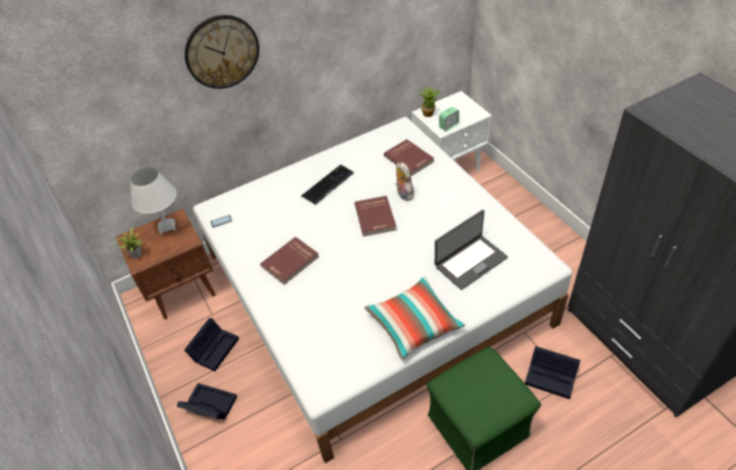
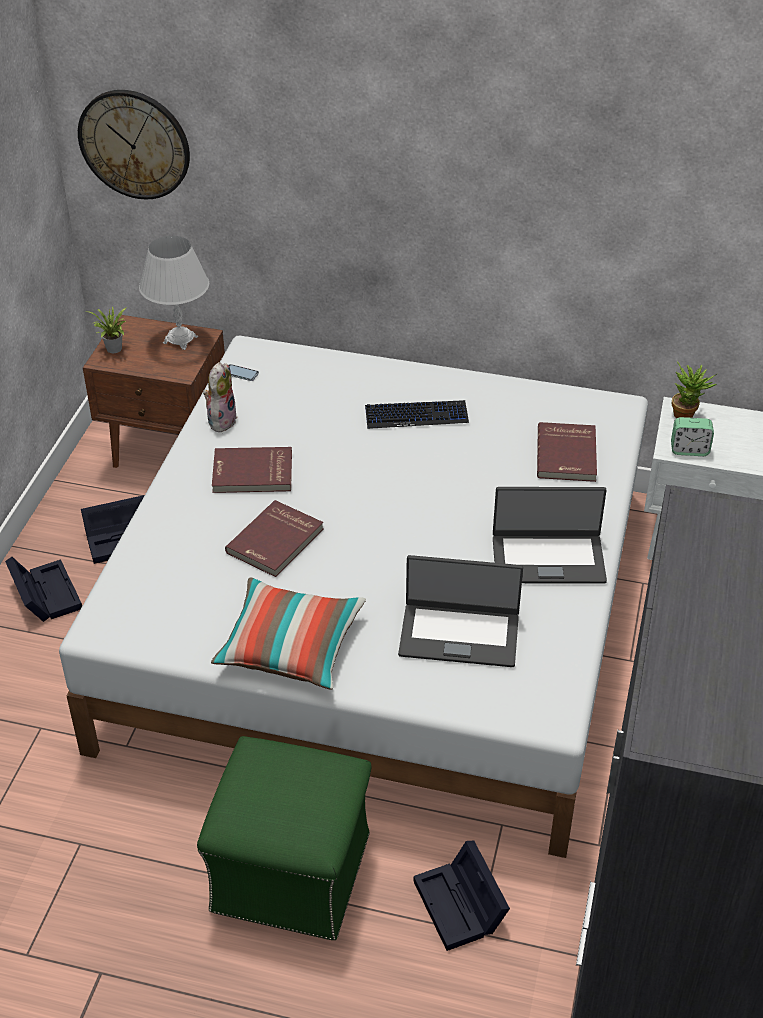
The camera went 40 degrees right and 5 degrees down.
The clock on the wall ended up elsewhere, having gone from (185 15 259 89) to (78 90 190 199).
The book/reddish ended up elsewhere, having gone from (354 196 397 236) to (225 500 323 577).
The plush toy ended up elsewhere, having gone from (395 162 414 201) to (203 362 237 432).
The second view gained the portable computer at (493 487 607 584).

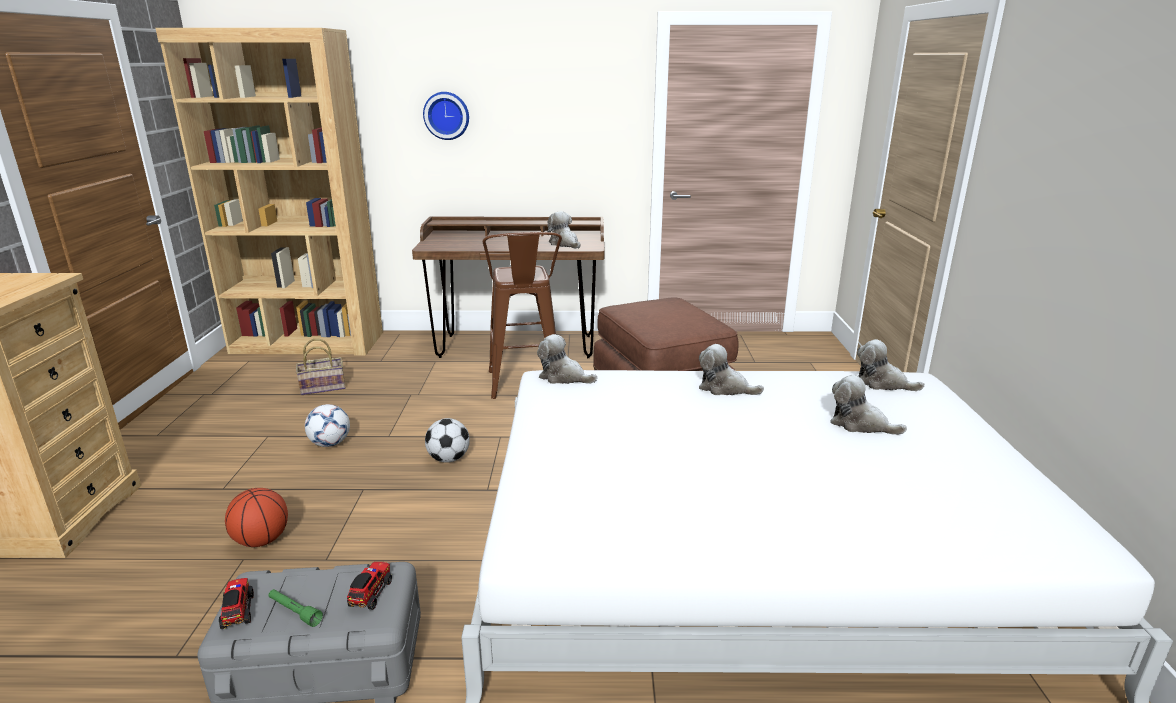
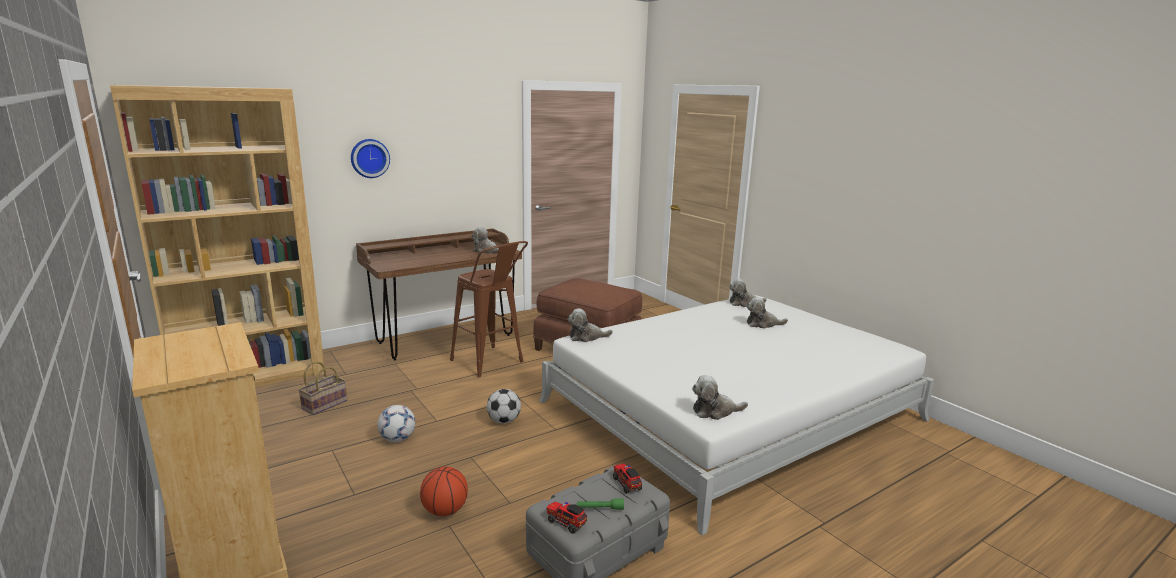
The camera went 35 degrees left and 5 degrees down.
The plush toy ended up elsewhere, having gone from (699 344 764 395) to (692 375 748 420).

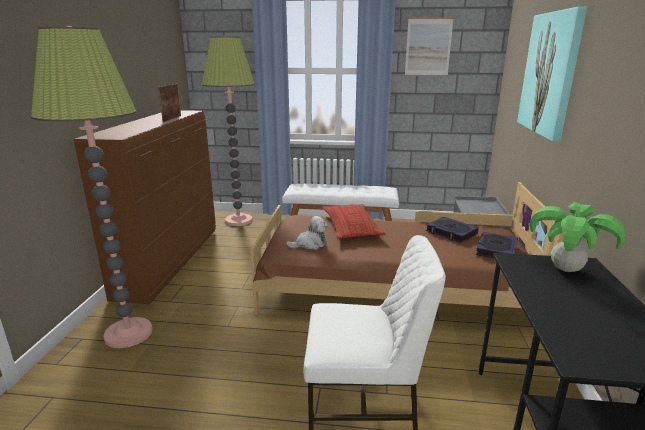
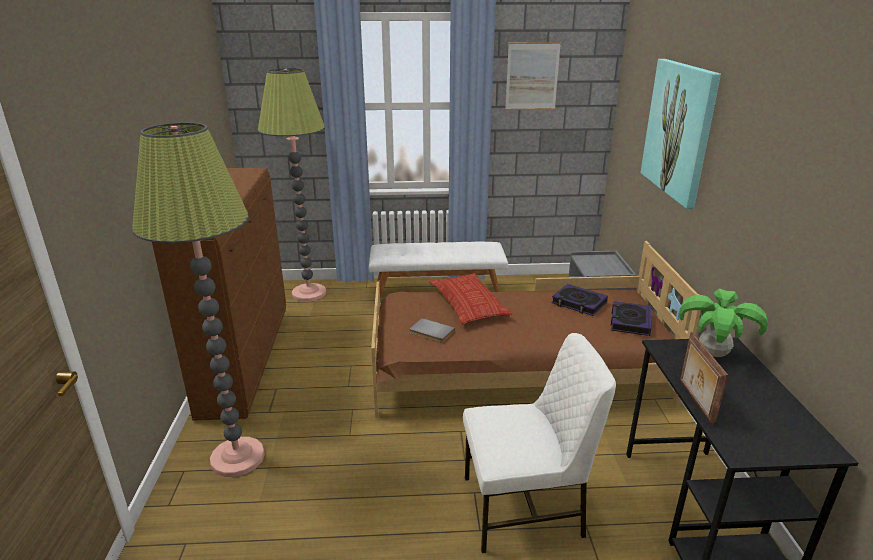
The camera went 10 degrees left and 5 degrees up.
The picture frame ended up elsewhere, having gone from (158 84 181 122) to (680 332 728 427).
Where the plush toy stood at (286 216 328 250), the book/grey came to stand at (410 318 455 343).

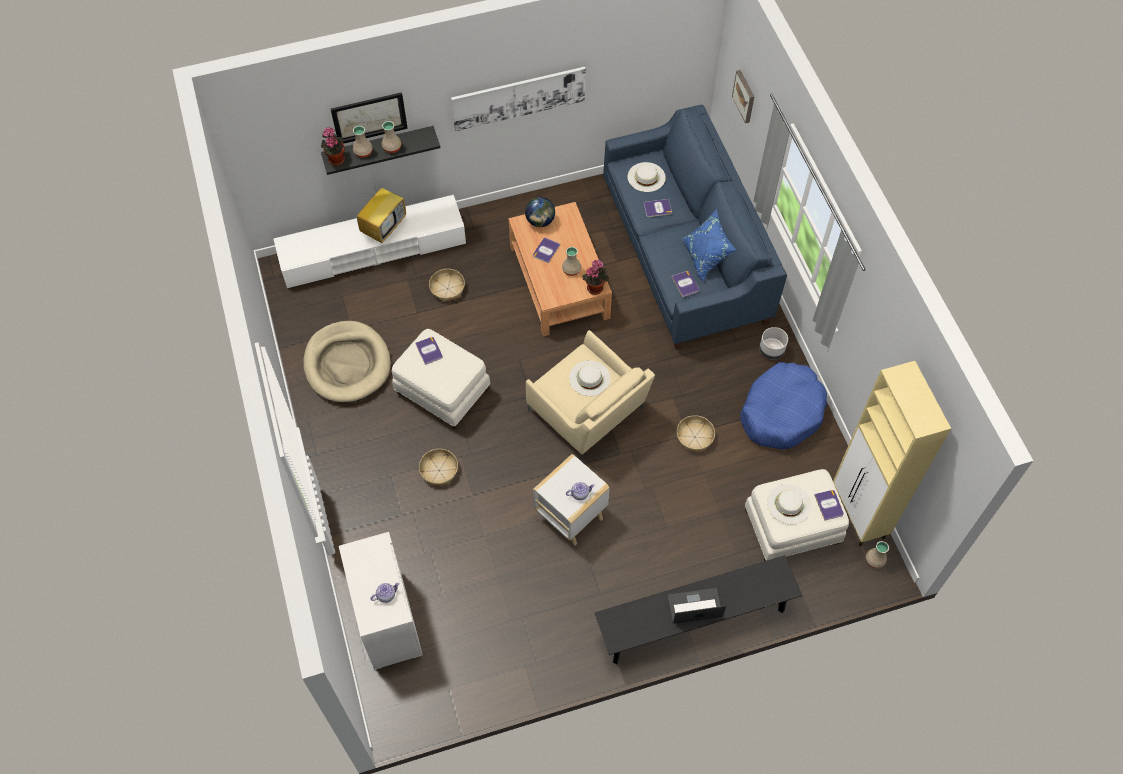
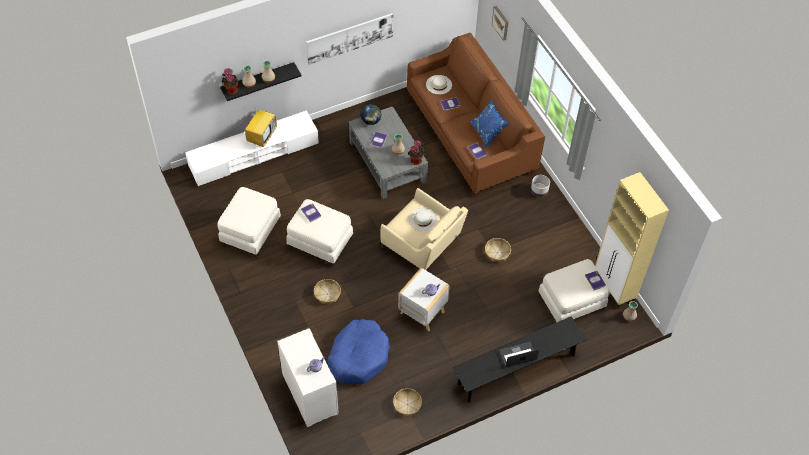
The camera went 10 degrees left and 5 degrees down.
Where the pet bed/sand-coloured stood at (303 321 391 403), the footrest/white came to stand at (218 187 281 258).
The second view lost the picture at (331 92 408 143).
The household basket ended up elsewhere, having gone from (429 269 465 302) to (393 388 422 417).
What was the lounge table/brown at (508 202 612 336) turned into the lounge table/grey at (349 106 428 199).
What was the sofa/bluish at (603 105 787 349) turned into the sofa/brown at (407 33 545 197).
The pet bed/bluish ended up elsewhere, having gone from (740 362 827 449) to (328 319 390 384).
The second view lost the hat/white at (767 484 811 525).

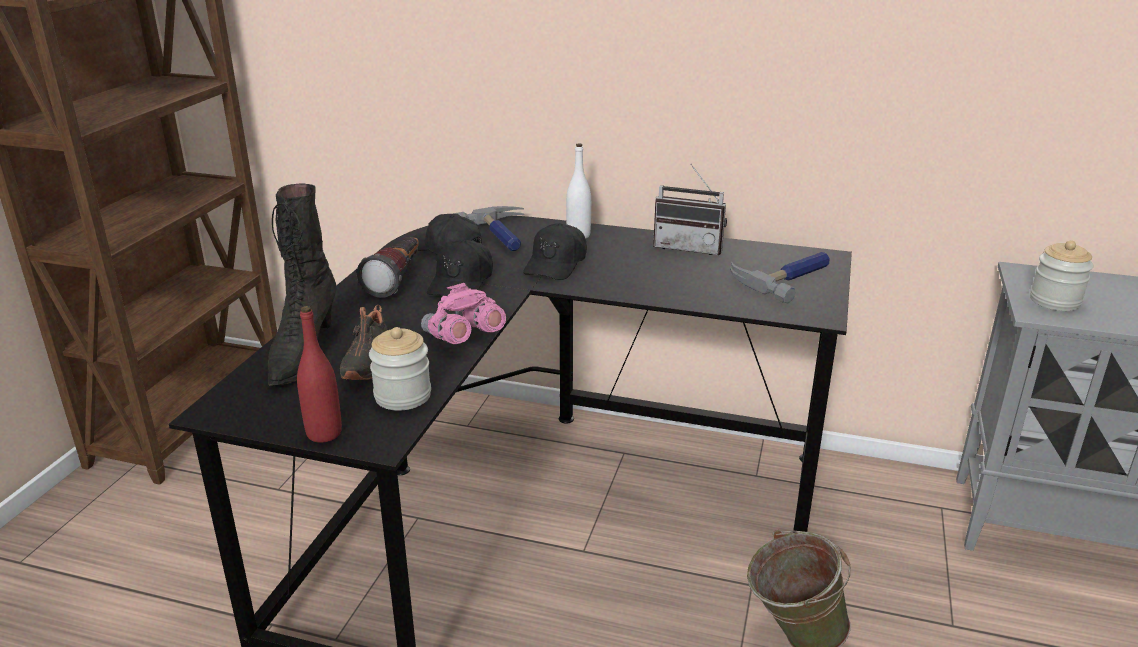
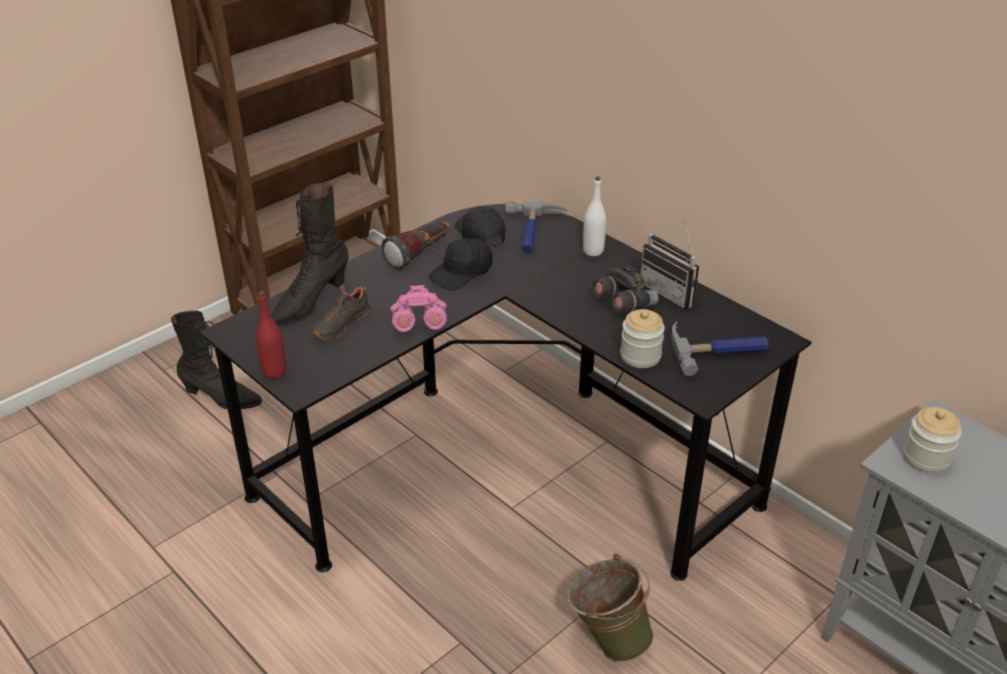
The camera went 30 degrees right and 10 degrees up.
The storage jar ended up elsewhere, having gone from (369 327 431 411) to (620 309 665 368).
The second view lost the peaked cap/black-coloured at (523 223 587 280).
The second view gained the boot/black-coloured at (171 311 262 409).
The second view gained the field glasses/grey at (592 265 659 313).

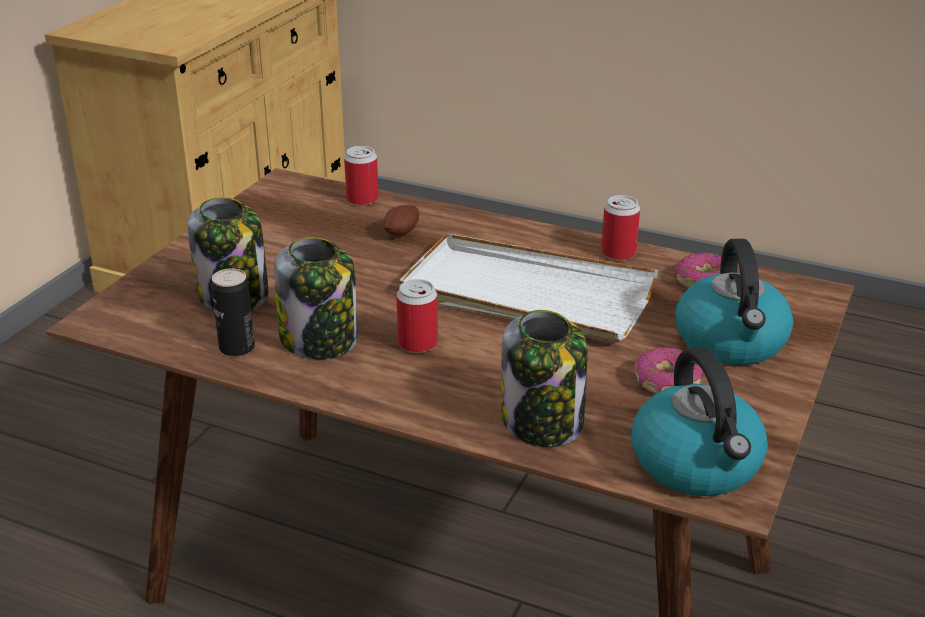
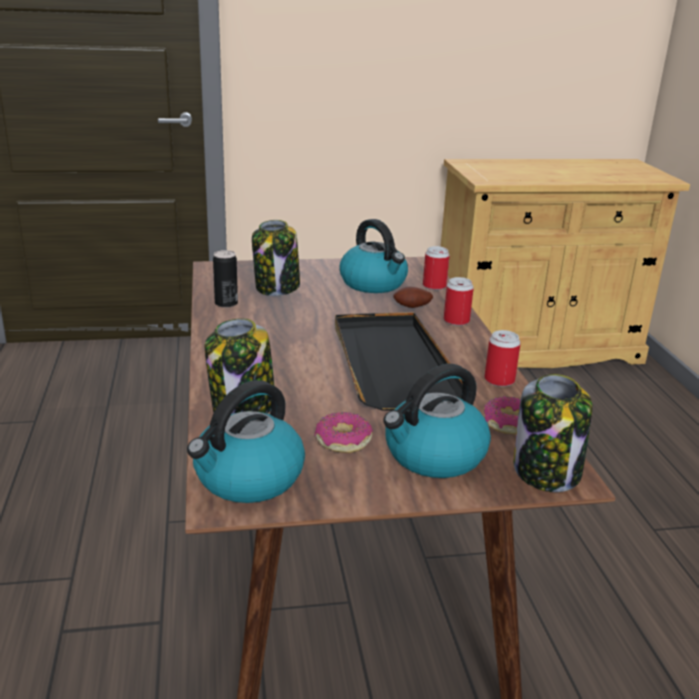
The camera went 55 degrees right and 5 degrees down.
The storage jar ended up elsewhere, having gone from (274 237 357 360) to (514 374 592 492).
The can ended up elsewhere, having gone from (396 279 438 353) to (444 277 474 326).
What was the carrying tray/white at (399 233 658 340) turned into the carrying tray/black-coloured at (335 312 463 411).
The second view gained the kettle at (339 219 408 293).

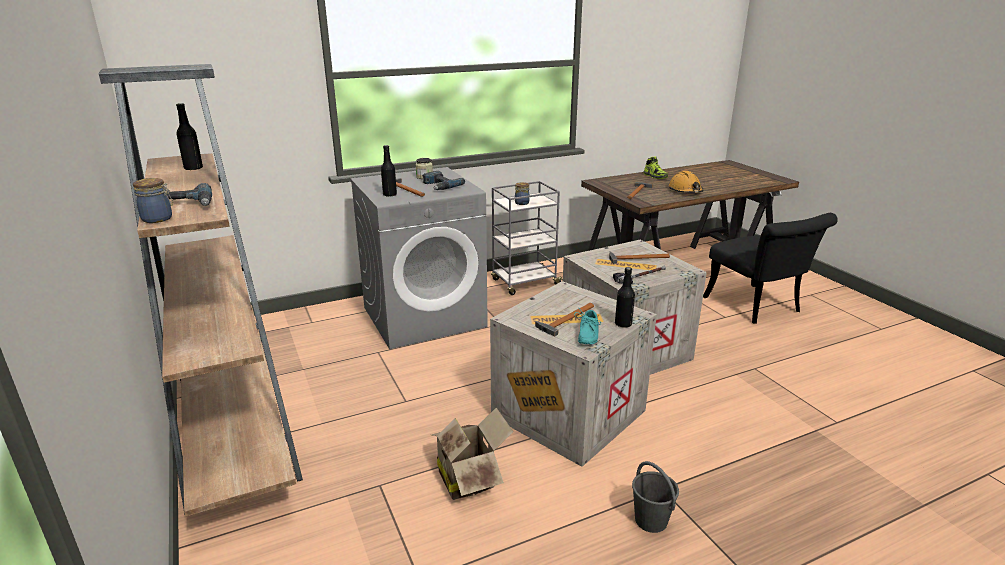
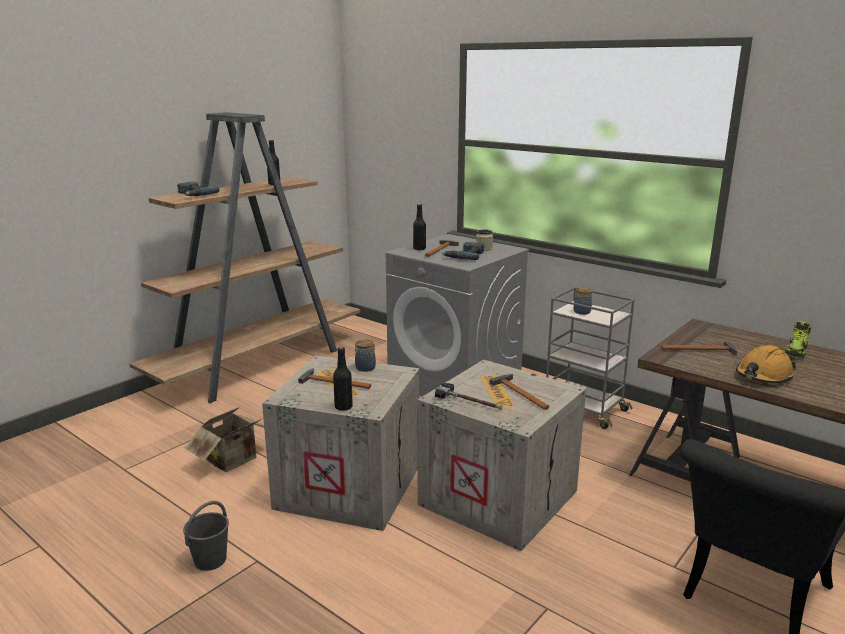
The camera went 65 degrees right and 5 degrees down.
The storage jar ended up elsewhere, having gone from (133 178 173 223) to (355 340 376 372).
The second view lost the low shoe/turquoise-coloured at (574 308 601 345).

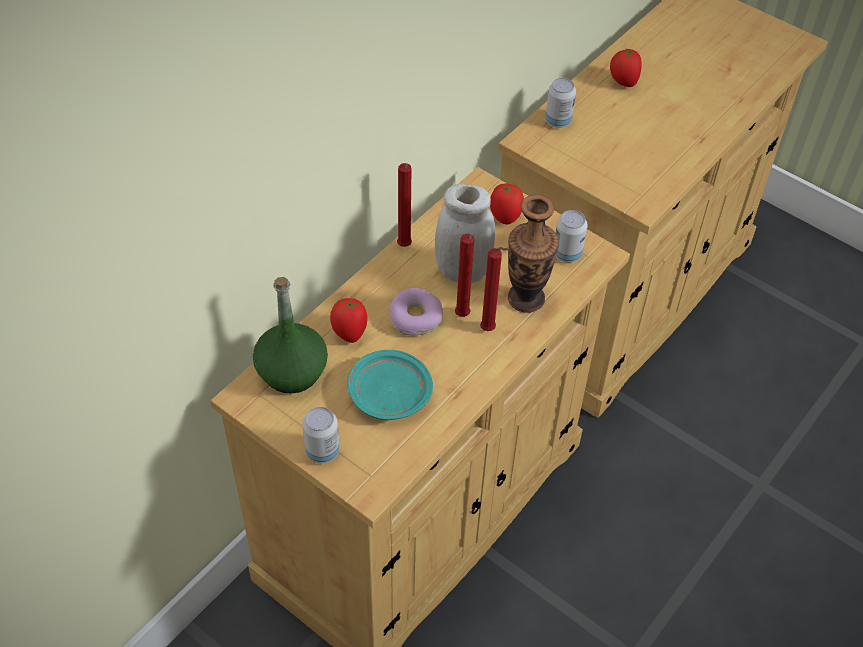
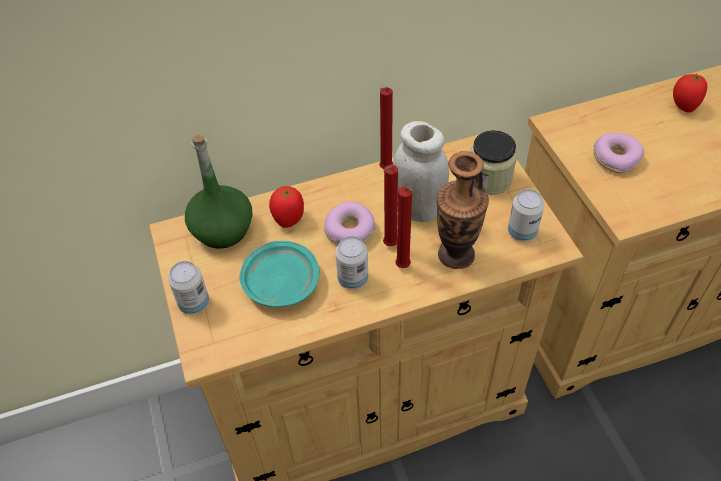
The camera went 35 degrees right and 0 degrees up.
Where the whole tomato stood at (490 183 524 224), the storage jar came to stand at (470 130 517 195).
The can ended up elsewhere, having gone from (545 78 576 128) to (335 236 368 289).
The second view gained the doughnut at (594 133 644 173).

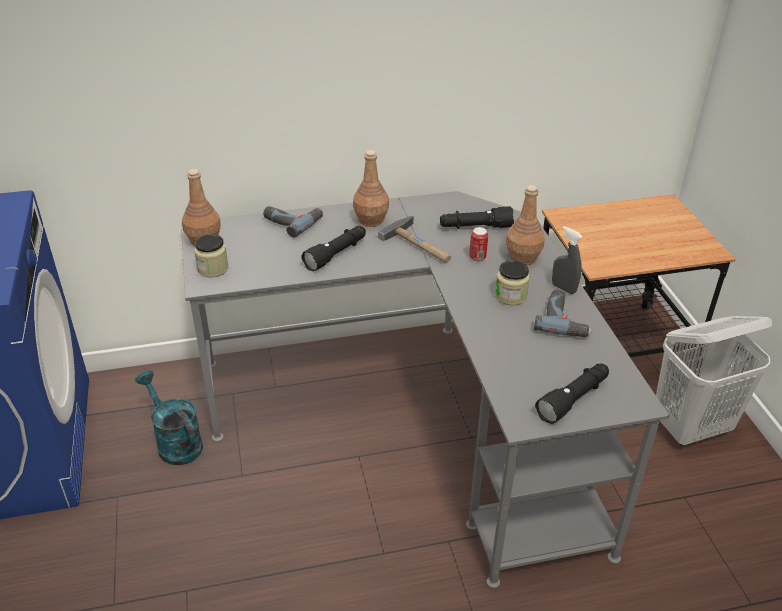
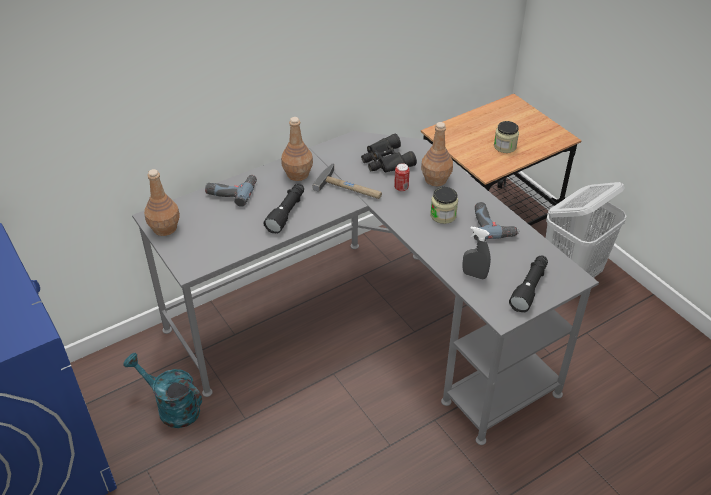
The camera went 20 degrees left and 5 degrees up.
The storage jar ended up elsewhere, having gone from (194 234 229 277) to (494 121 519 153).
Where the hand torch/black-coloured stood at (440 206 514 229), the field glasses/black-coloured came to stand at (361 134 417 172).
The hand sprayer/grey ended up elsewhere, having gone from (552 226 582 294) to (462 226 491 280).

